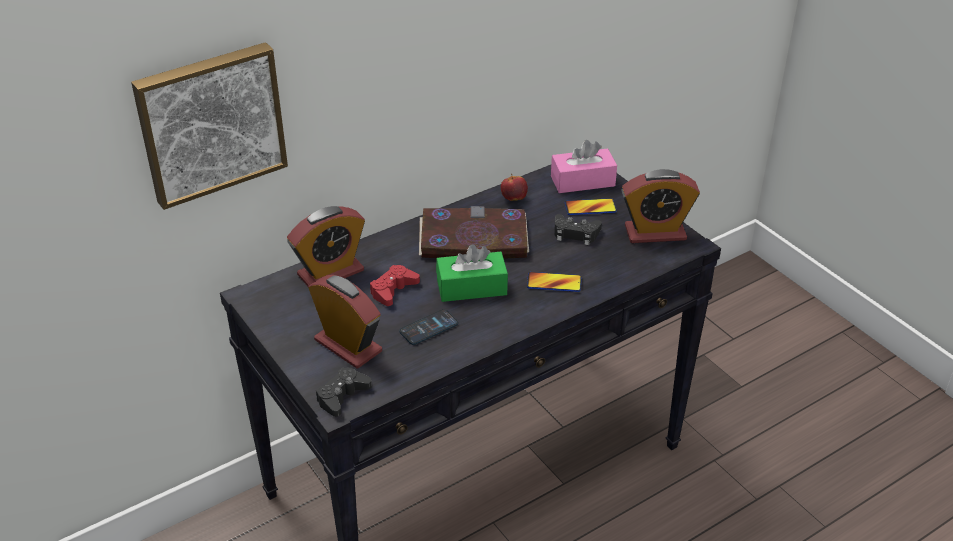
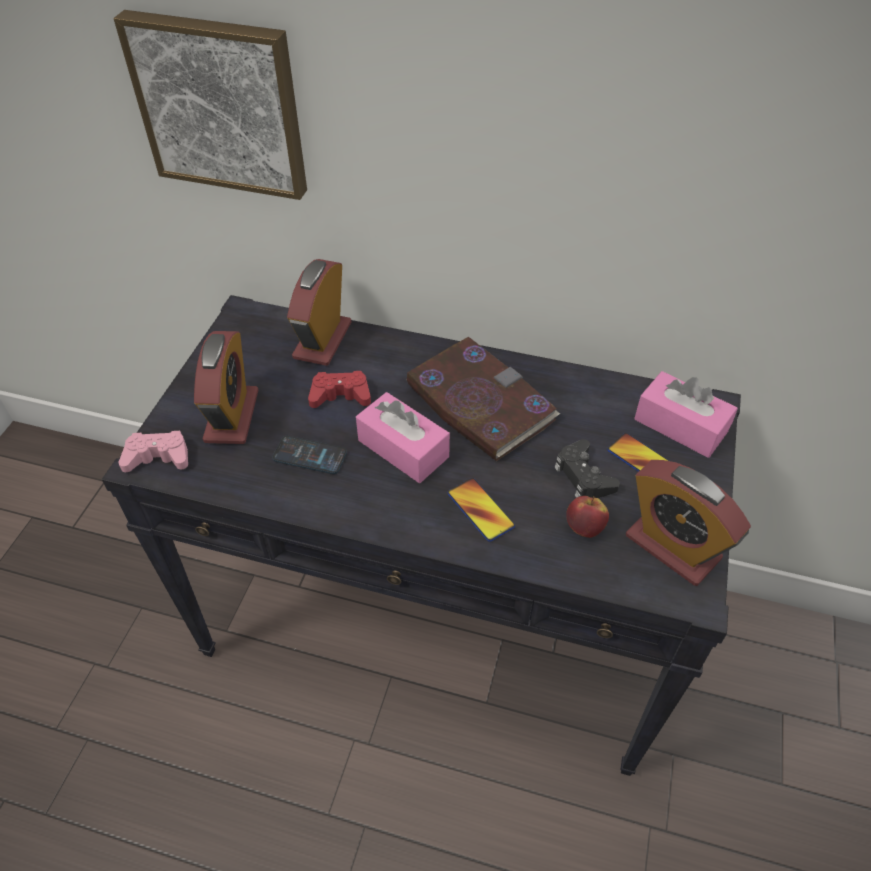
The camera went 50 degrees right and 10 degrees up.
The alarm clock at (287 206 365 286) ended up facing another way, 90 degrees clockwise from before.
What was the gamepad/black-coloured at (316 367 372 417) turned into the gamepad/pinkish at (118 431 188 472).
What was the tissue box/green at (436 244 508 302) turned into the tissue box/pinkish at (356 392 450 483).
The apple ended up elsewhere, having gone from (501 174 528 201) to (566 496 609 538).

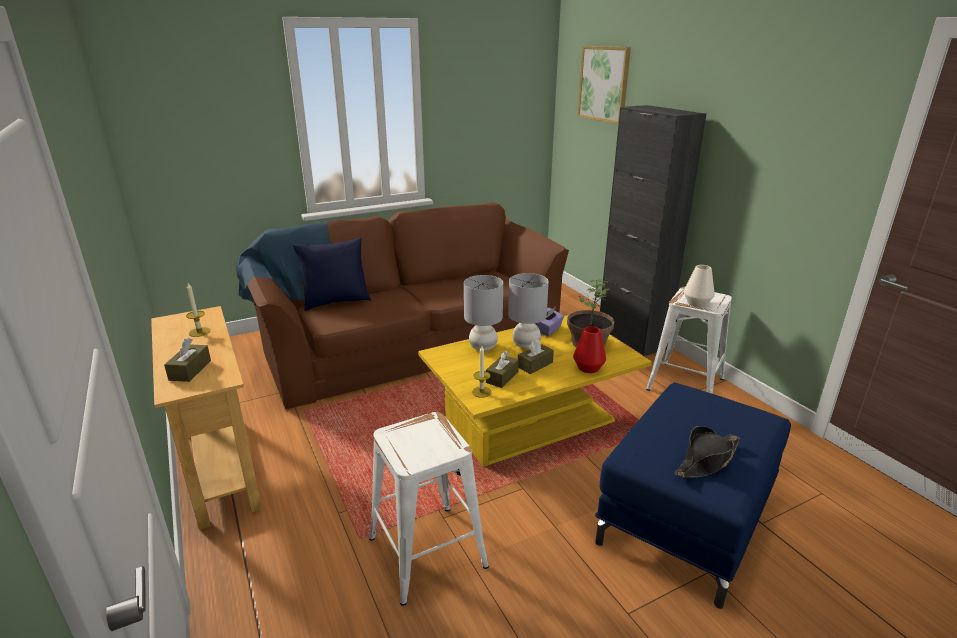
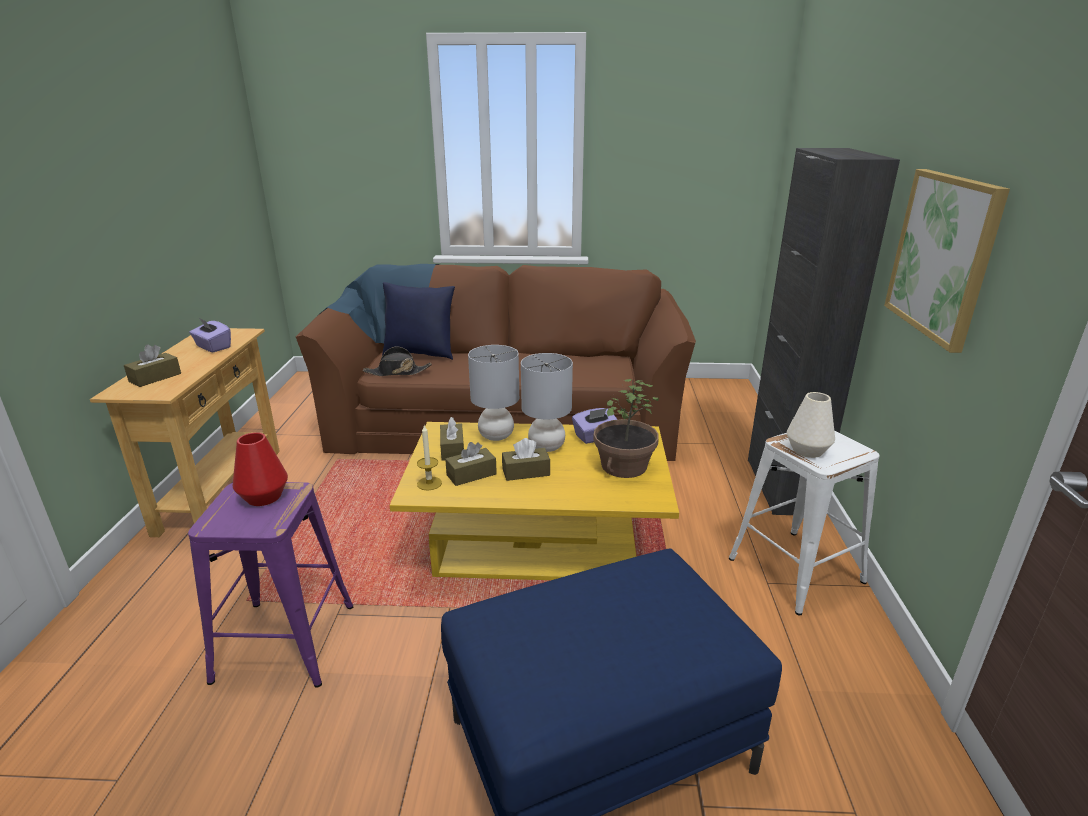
The camera went 30 degrees right and 0 degrees up.
Where the wax candle stood at (186 283 210 337), the tissue box/purple came to stand at (189 319 231 352).
What was the stool/white at (369 412 489 606) turned into the stool/purple at (188 482 353 688).
The vase/reddish ended up elsewhere, having gone from (573 326 606 373) to (233 432 288 506).
The picture ended up elsewhere, having gone from (577 46 631 124) to (884 169 1010 353).
The hat/black-coloured ended up elsewhere, having gone from (674 426 740 478) to (363 346 432 376).
The second view gained the tissue box/brown at (440 417 464 461).

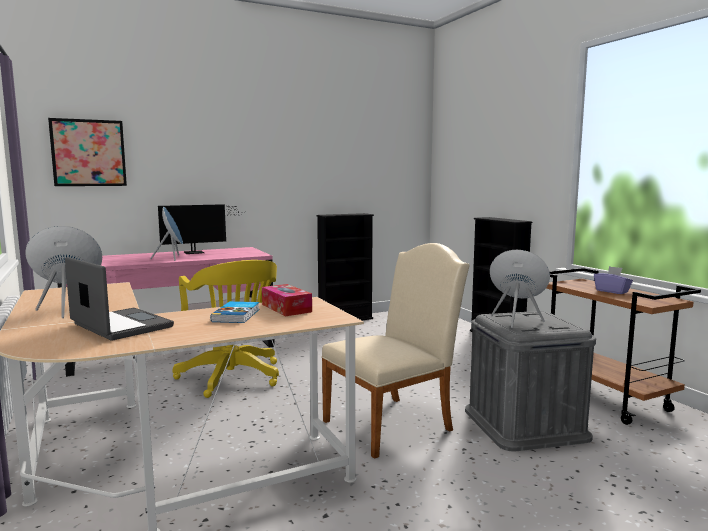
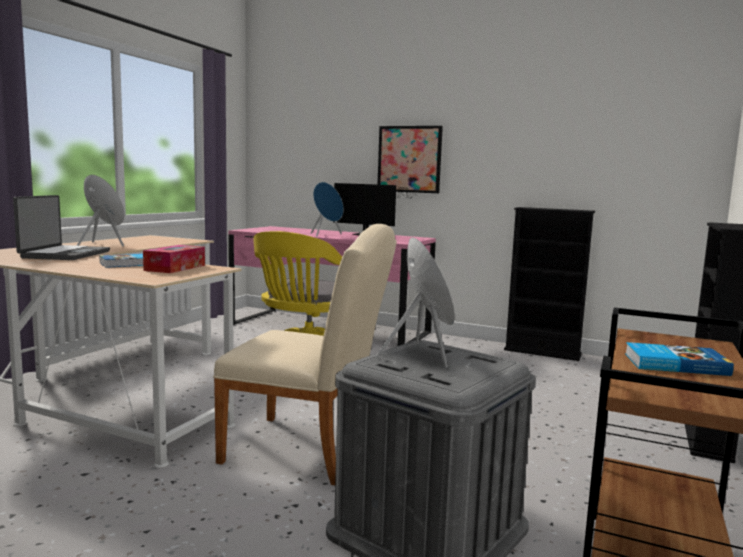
The camera went 50 degrees right and 0 degrees up.
The picture ended up elsewhere, having gone from (48 118 127 186) to (377 126 443 193).
Where the tissue box/purple stood at (594 266 633 294), the book came to stand at (625 342 734 376).

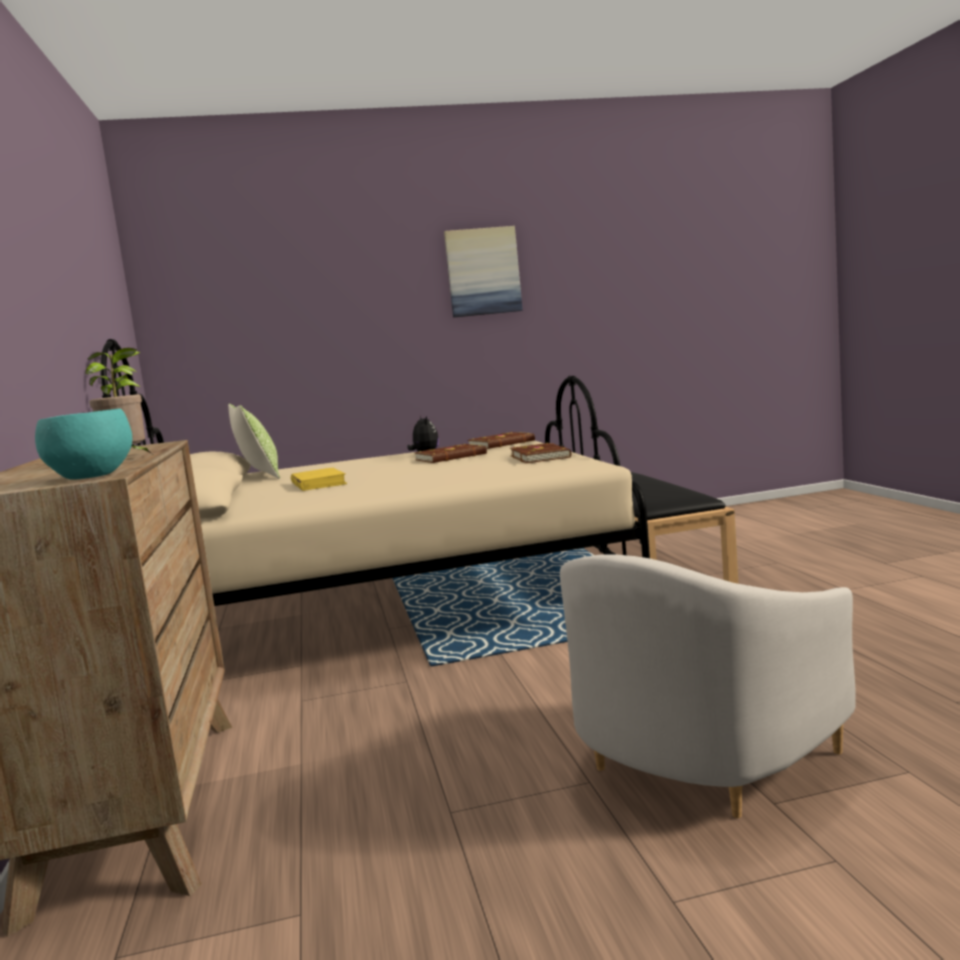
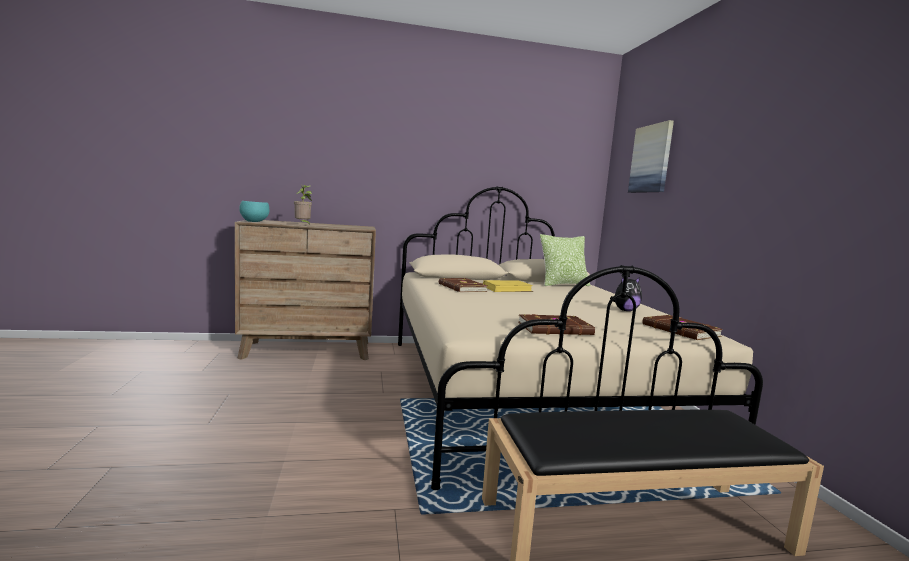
The camera went 90 degrees right and 0 degrees up.
The book/brown ended up elsewhere, having gone from (415 444 487 463) to (439 278 487 292).
The picture ended up elsewhere, having gone from (444 226 523 318) to (628 120 674 193).
The second view lost the lounge chair/white at (560 554 856 818).

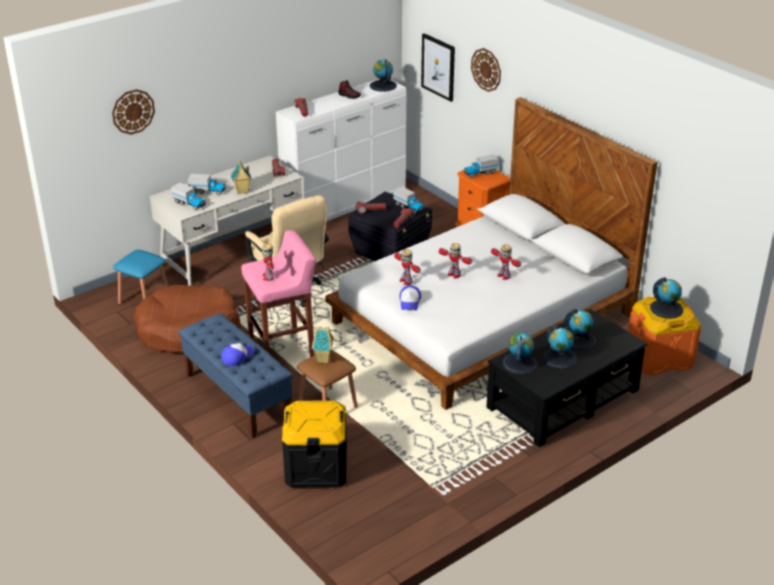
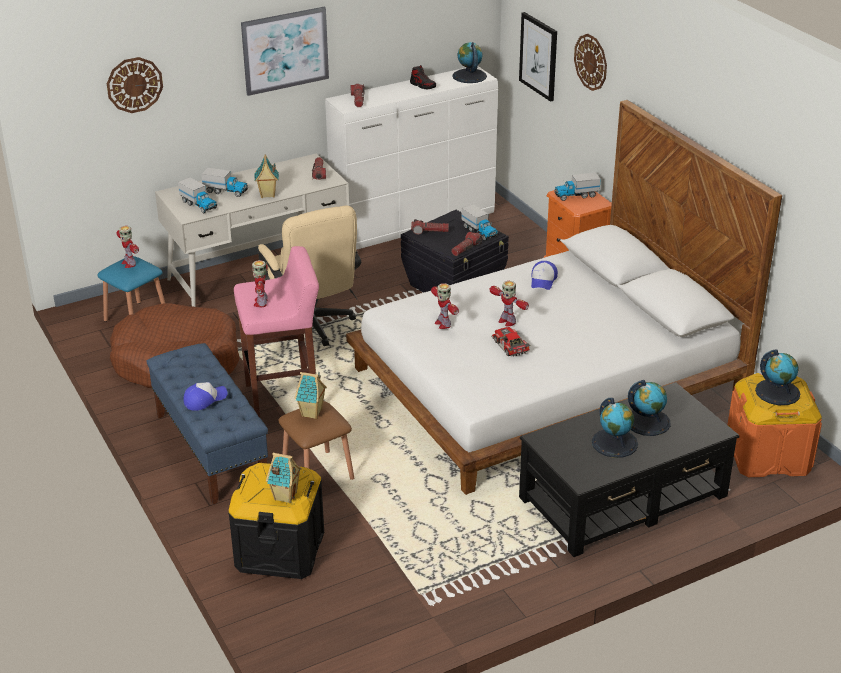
The camera went 10 degrees right and 0 degrees up.
The peaked cap ended up elsewhere, having gone from (400 285 421 310) to (531 261 558 290).
The robot figure ended up elsewhere, having gone from (491 244 521 280) to (116 226 139 268).
The second view lost the desk globe at (502 333 537 375).
The second view gained the picture at (241 7 329 96).
The second view gained the toy house at (266 453 302 503).
The second view gained the toy car at (491 327 530 357).

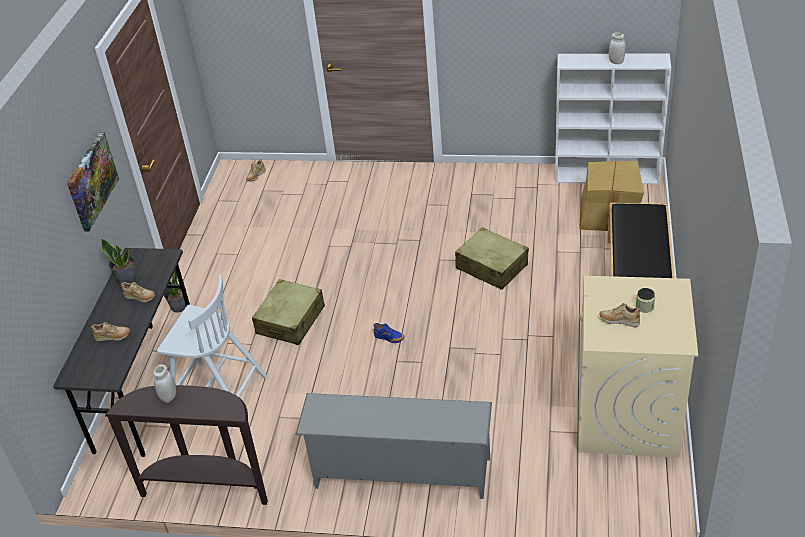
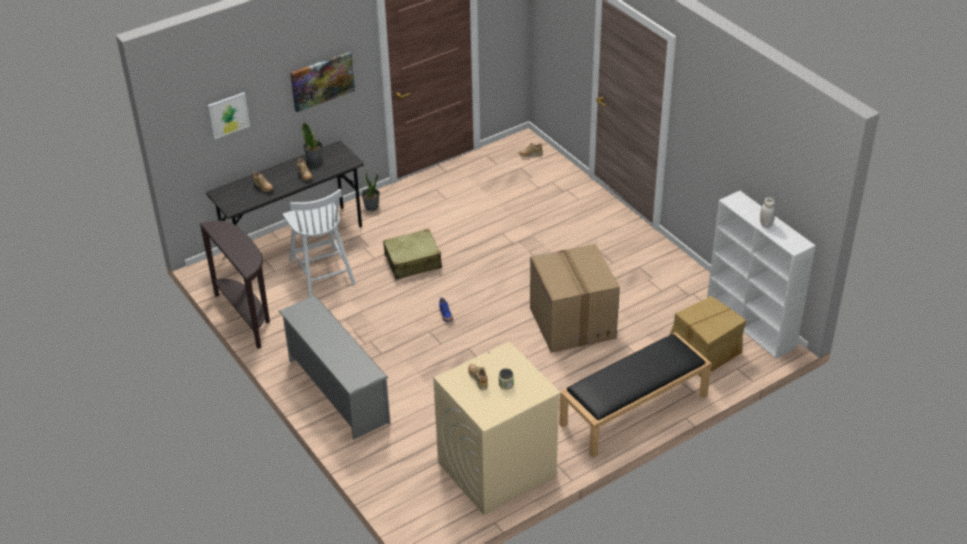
The camera went 45 degrees right and 0 degrees up.
The second view lost the storage jar/white at (153 364 176 403).
Where the piece of luggage/sand-coloured stood at (455 227 529 290), the cardboard box came to stand at (530 244 620 353).
The second view gained the picture at (208 92 250 139).

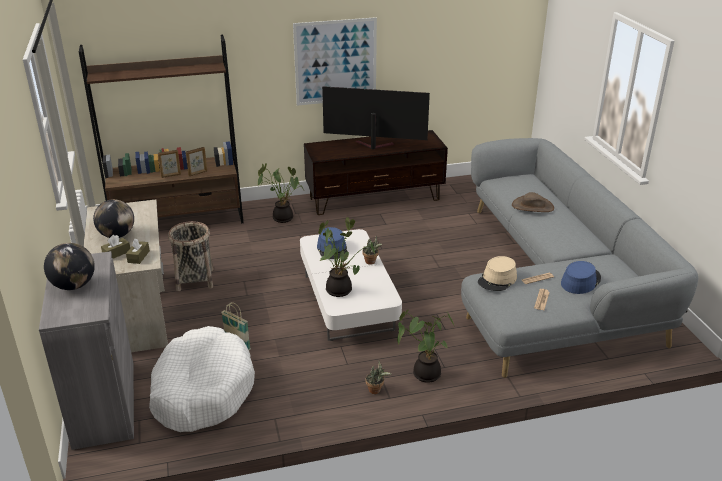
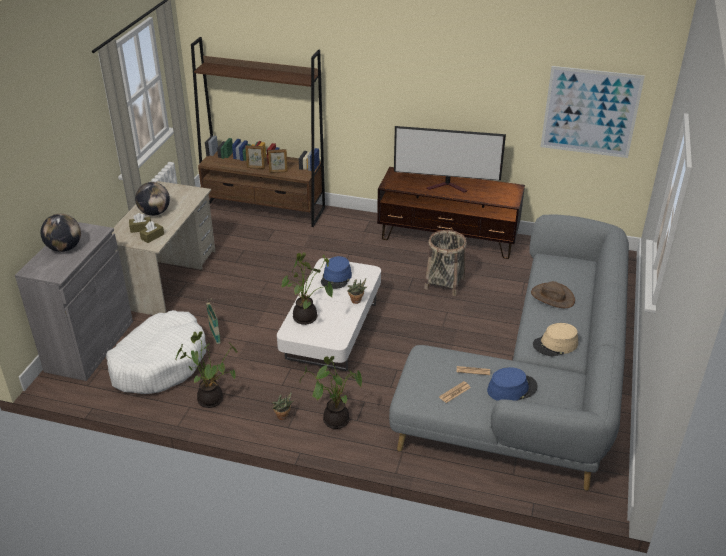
The camera went 30 degrees right and 5 degrees up.
The household basket ended up elsewhere, having gone from (168 221 214 291) to (424 230 467 296).
The potted plant ended up elsewhere, having gone from (258 163 304 223) to (176 331 237 408).
The picture ended up elsewhere, having gone from (293 17 377 106) to (541 66 645 158).
The TV set at (322 87 430 150) ended up facing another way, 150 degrees clockwise from before.
The hat/sand-coloured ended up elsewhere, having gone from (478 256 517 291) to (533 323 578 356).

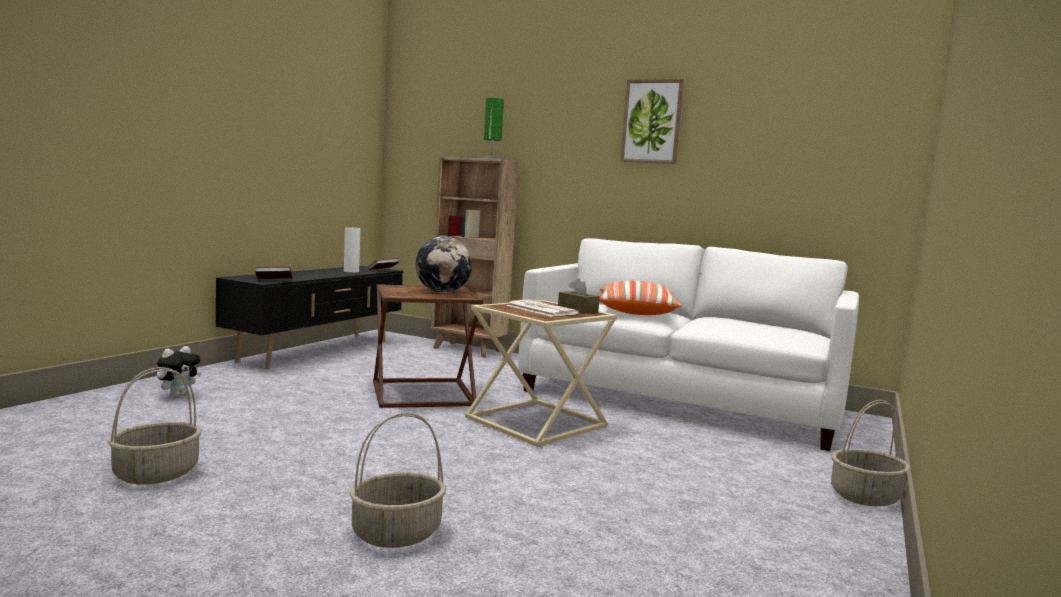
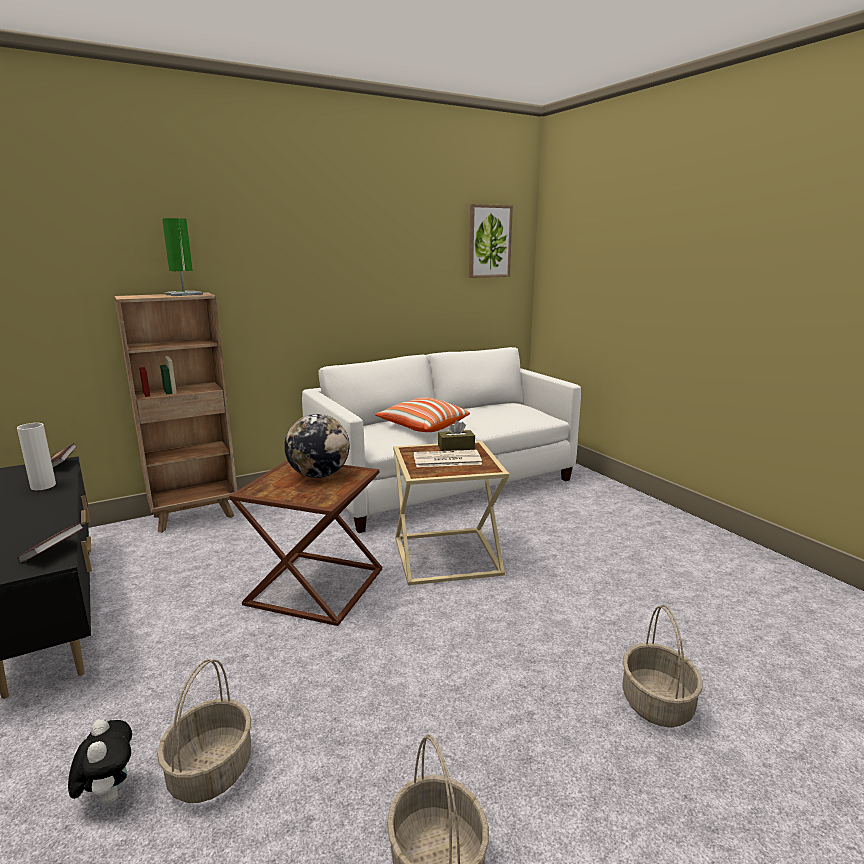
The camera went 55 degrees left and 10 degrees up.
The picture ended up elsewhere, having gone from (621 79 684 164) to (469 204 513 278).
The household basket ended up elsewhere, having gone from (831 400 910 507) to (157 659 251 803).

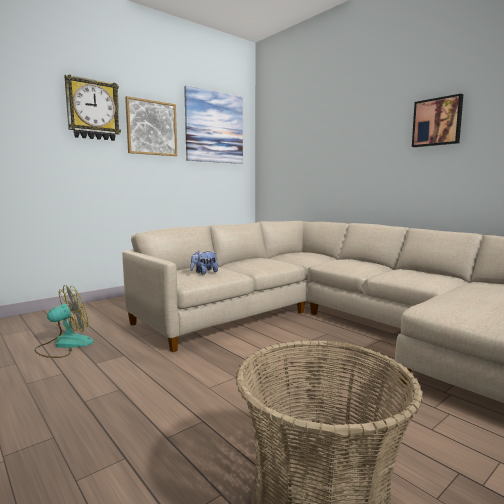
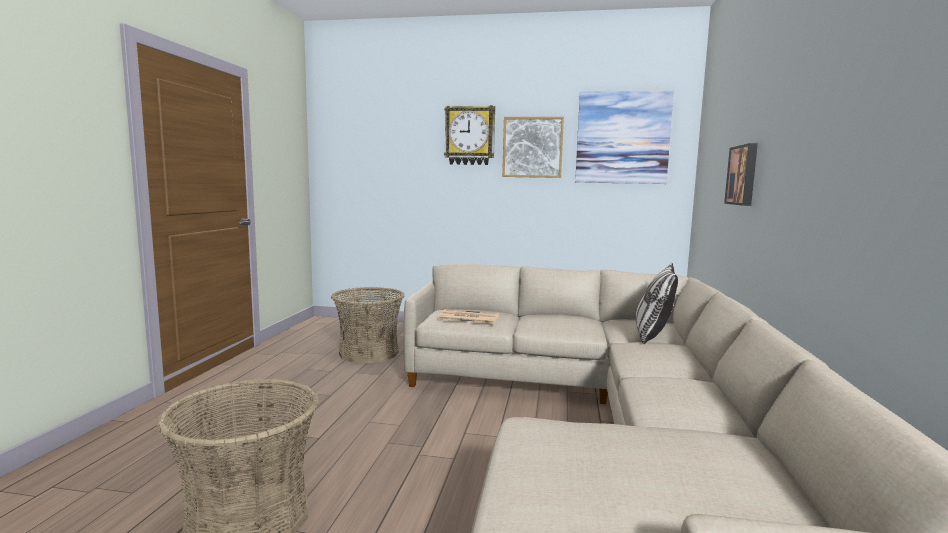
The camera went 50 degrees right and 0 degrees up.
Where the fan stood at (34 285 94 358), the household basket came to stand at (331 287 405 363).
Where the plush toy stood at (191 251 218 274), the printed paper came to stand at (438 309 499 324).
The picture ended up elsewhere, having gone from (412 94 464 147) to (724 143 758 206).
The second view gained the pillow at (635 263 678 344).

